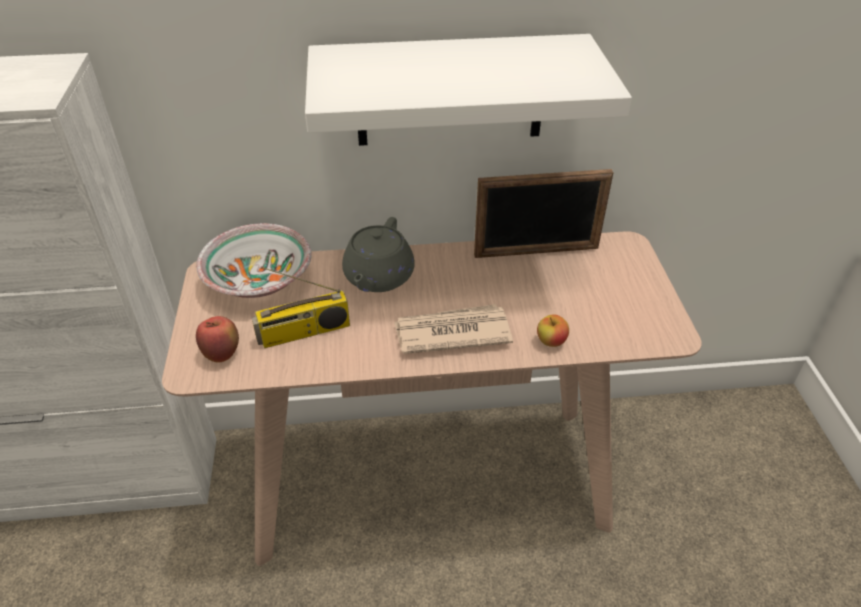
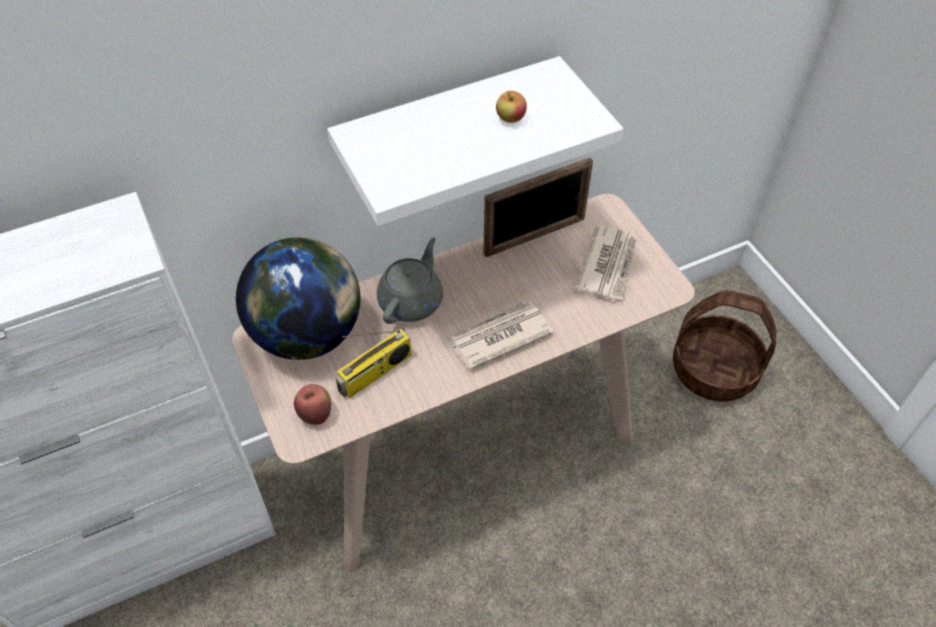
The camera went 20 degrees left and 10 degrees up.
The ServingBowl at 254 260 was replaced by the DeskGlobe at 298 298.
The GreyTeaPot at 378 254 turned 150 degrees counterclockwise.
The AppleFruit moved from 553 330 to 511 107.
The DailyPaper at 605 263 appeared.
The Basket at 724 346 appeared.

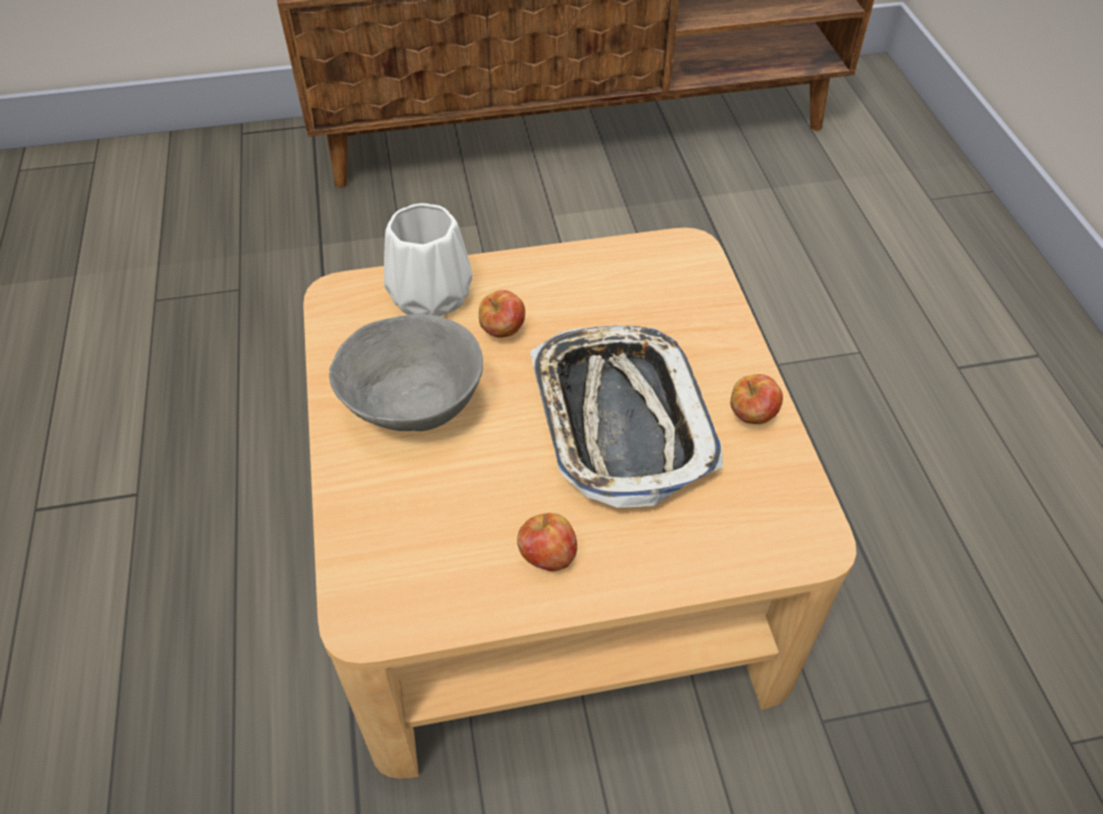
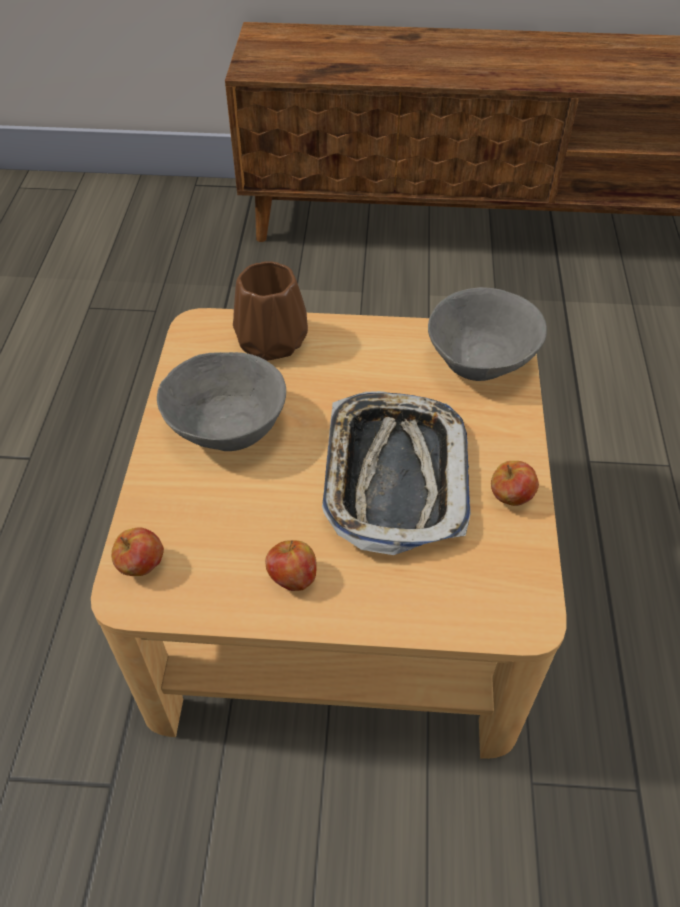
The camera went 15 degrees right and 0 degrees up.
The WhiteFlowerVase at 428 259 became the BrownColouredFlowerVase at 270 311.
The AppleFruit moved from 502 314 to 137 551.
The GreyServingBowl at 487 334 appeared.

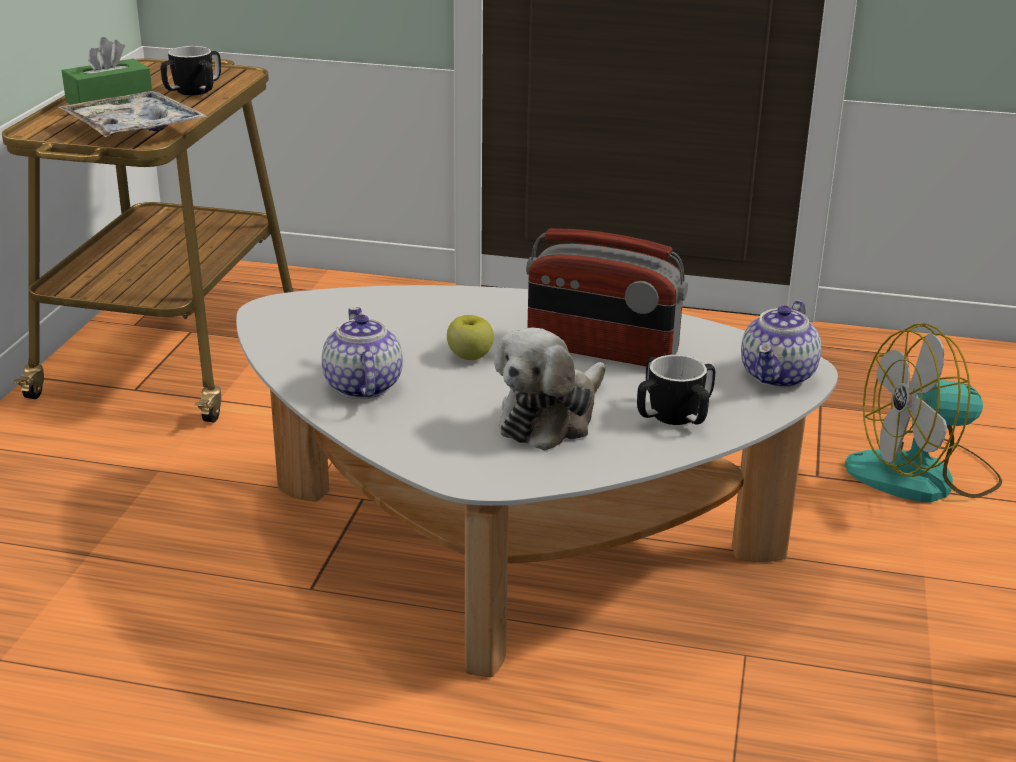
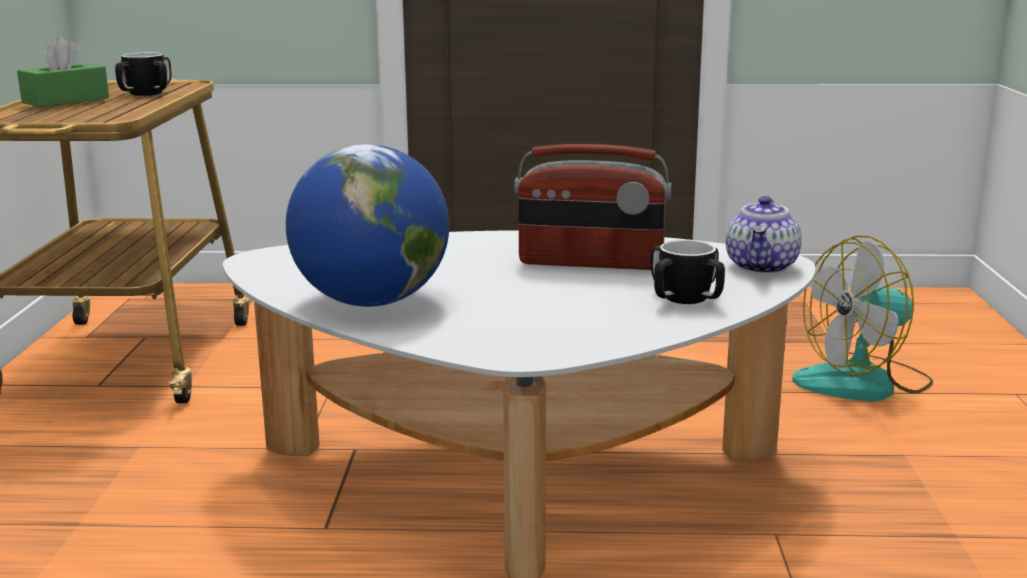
The camera went 10 degrees left and 10 degrees down.
The CarryingTray at 132 114 disappeared.
The TeaPot at 362 353 was replaced by the DeskGlobe at 367 225.
The AppleFruit at 470 337 disappeared.
The SoftToy at 550 389 disappeared.

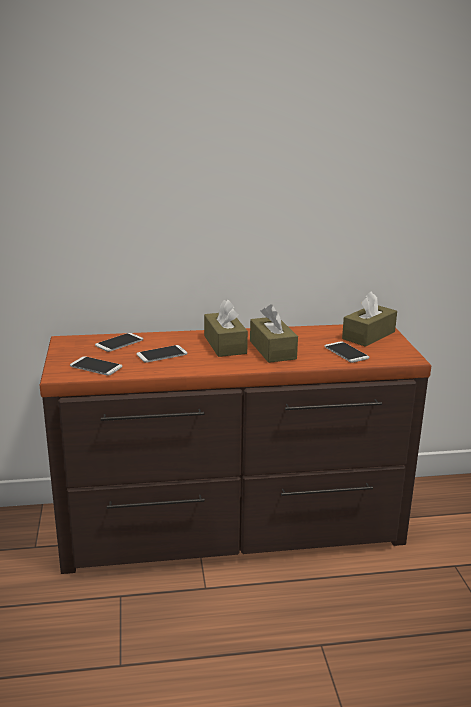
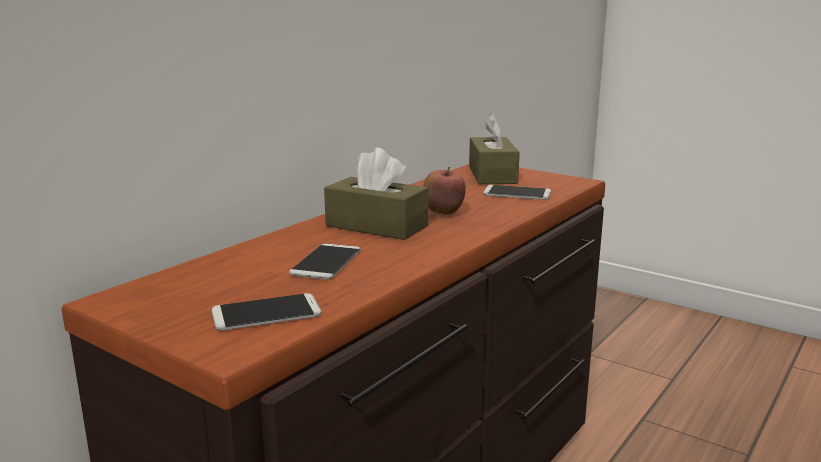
The camera went 45 degrees left and 5 degrees down.
The Phone at 119 342 disappeared.
The BrownColouredTissueHolder at 274 333 was replaced by the AppleFruit at 444 191.

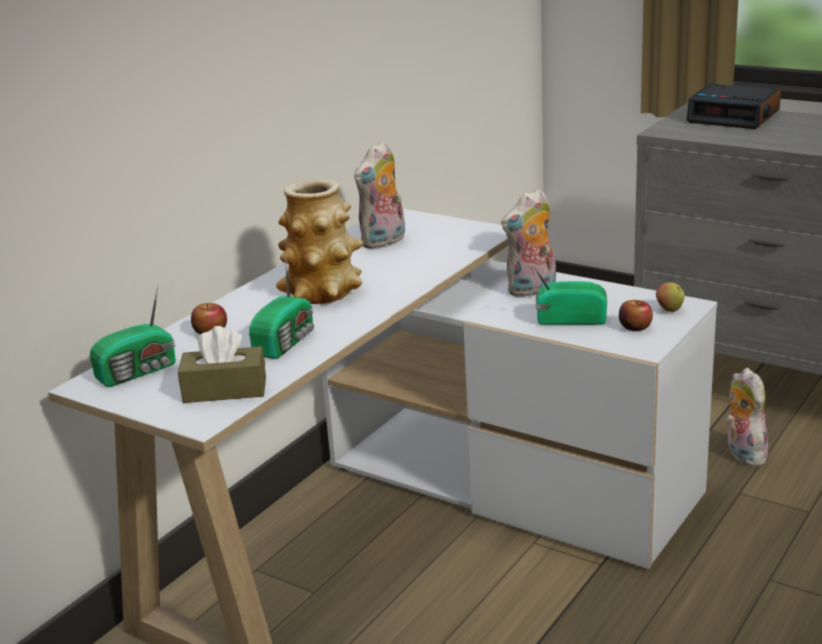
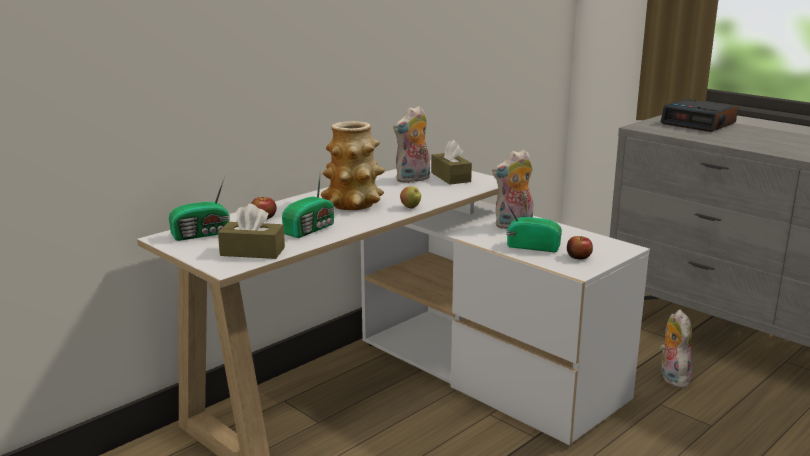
The camera went 10 degrees right and 5 degrees down.
The AppleFruit moved from 670 297 to 410 197.
The BrownColouredTissueHolder at 451 162 appeared.

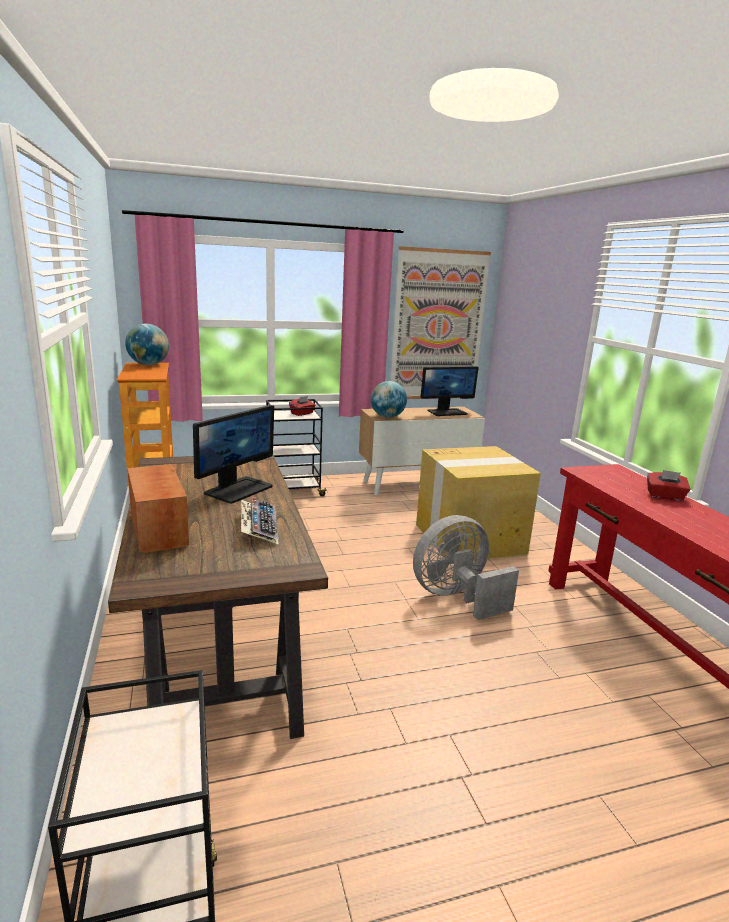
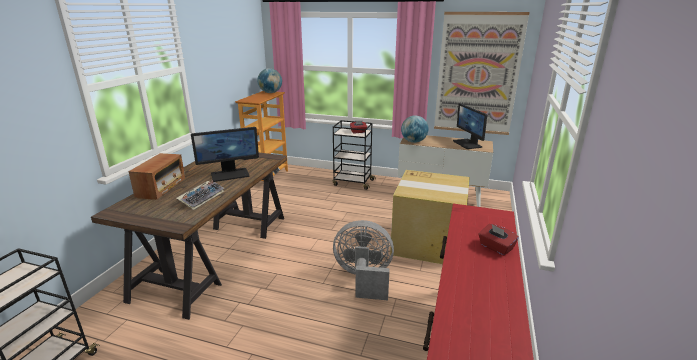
The camera went 35 degrees right and 5 degrees up.
The Monitor at 450 391 turned 60 degrees clockwise.

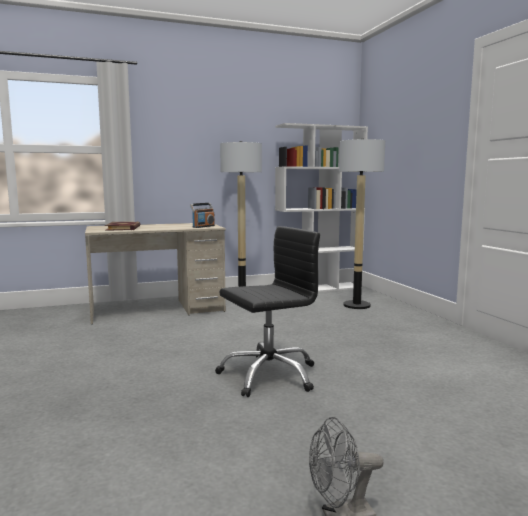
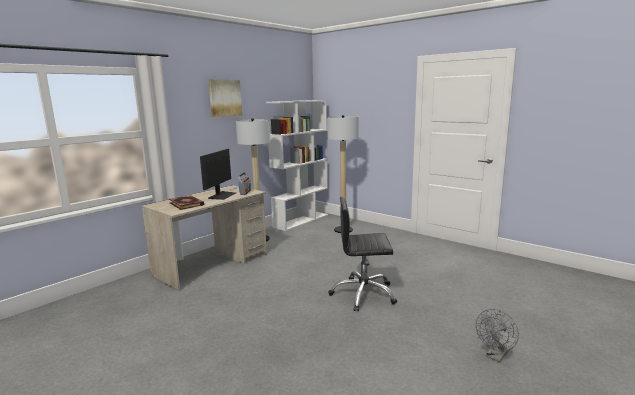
The camera went 30 degrees left and 5 degrees up.
The BlackColouredDeskChair at 267 311 turned 120 degrees counterclockwise.
The Monitor at 218 174 appeared.
The Picture at 225 98 appeared.

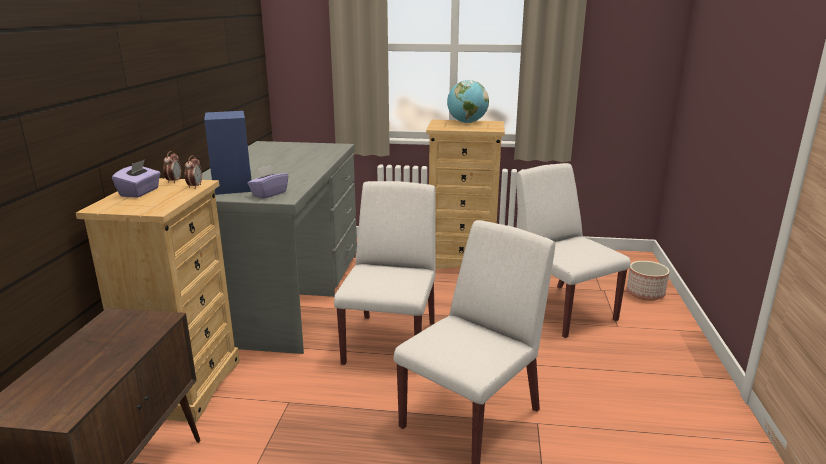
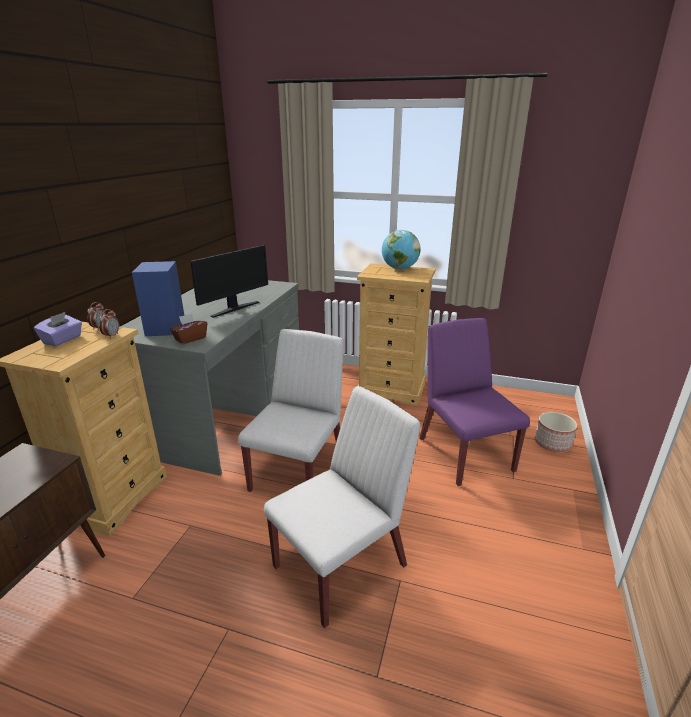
The camera went 10 degrees right and 5 degrees up.
The PurpleTissueHolder at 268 182 became the BrownColouredTissueHolder at 188 329.
The WhiteUprightChair at 573 250 became the PurpleUprightChair at 474 402.
The Monitor at 229 281 appeared.

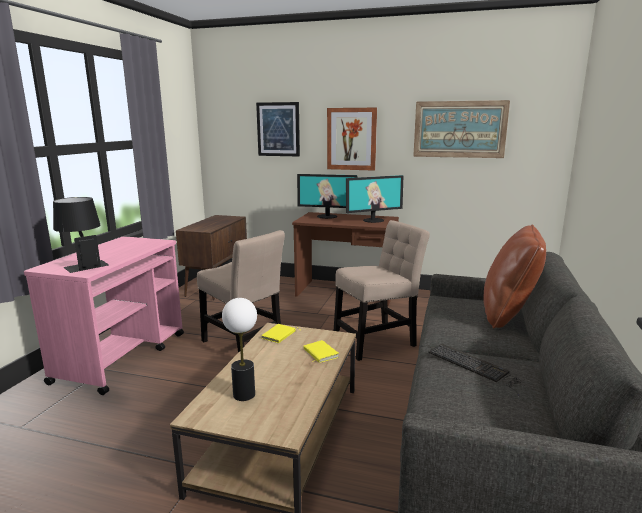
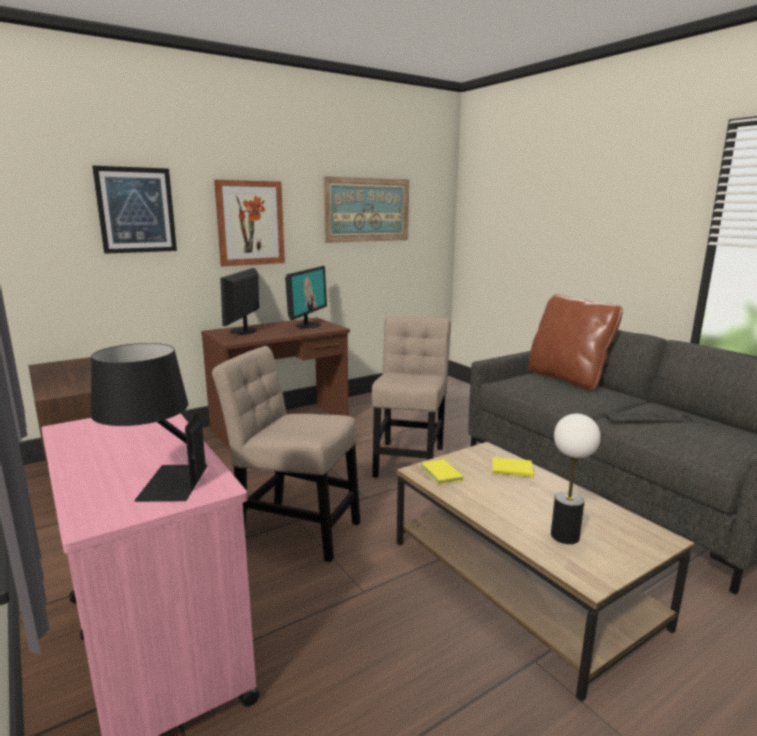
The camera went 50 degrees left and 0 degrees up.
The BeigeUprightChair at 241 291 turned 150 degrees counterclockwise.
The Monitor at 327 196 turned 135 degrees clockwise.

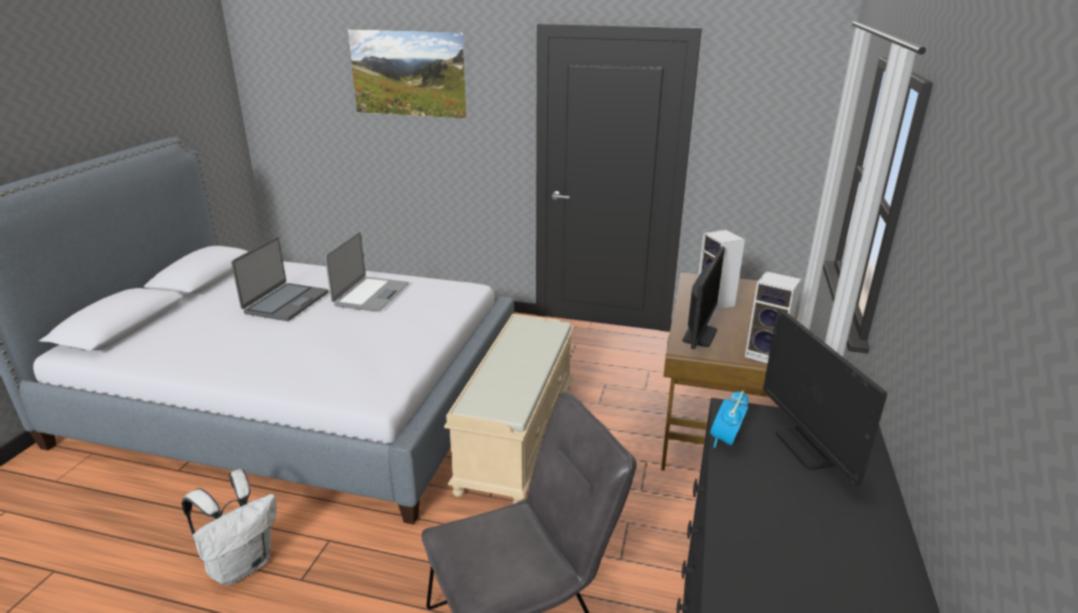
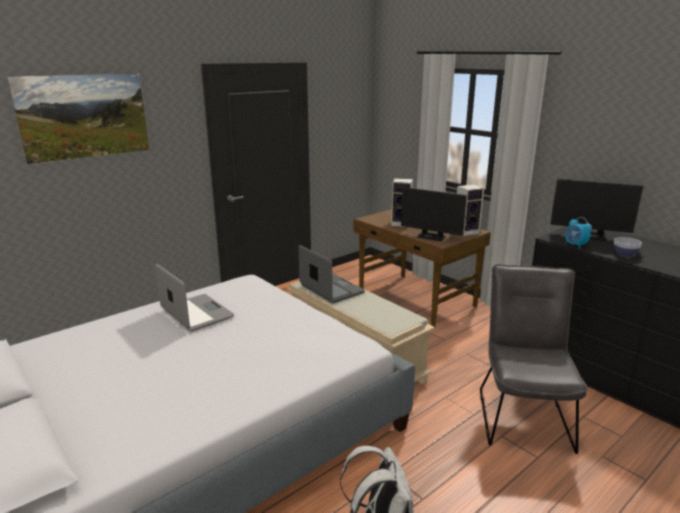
The camera went 55 degrees left and 5 degrees down.
The PortableComputer moved from 279 279 to 331 274.
The Monitor at 703 297 turned 150 degrees clockwise.
The ServingBowl at 628 247 appeared.

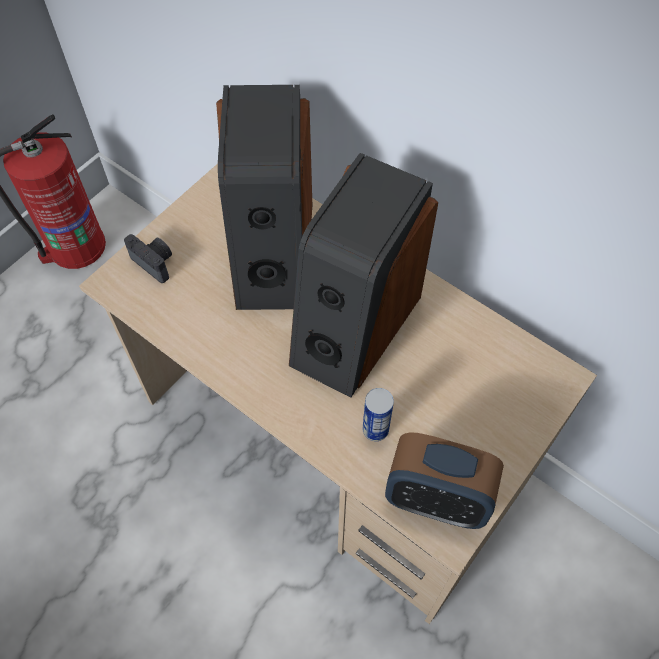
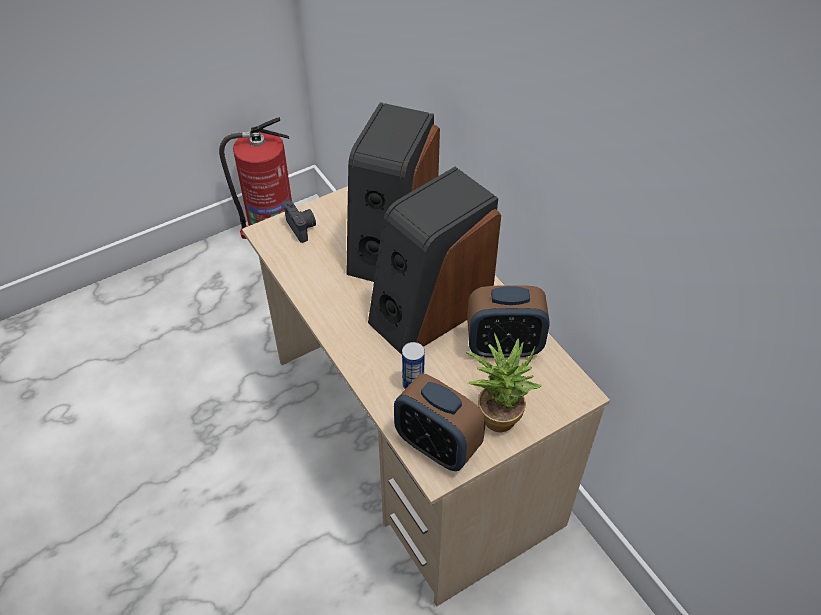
The camera went 20 degrees right and 10 degrees down.
The PlantInAPot at 504 382 appeared.
The AlarmClock at 508 321 appeared.

